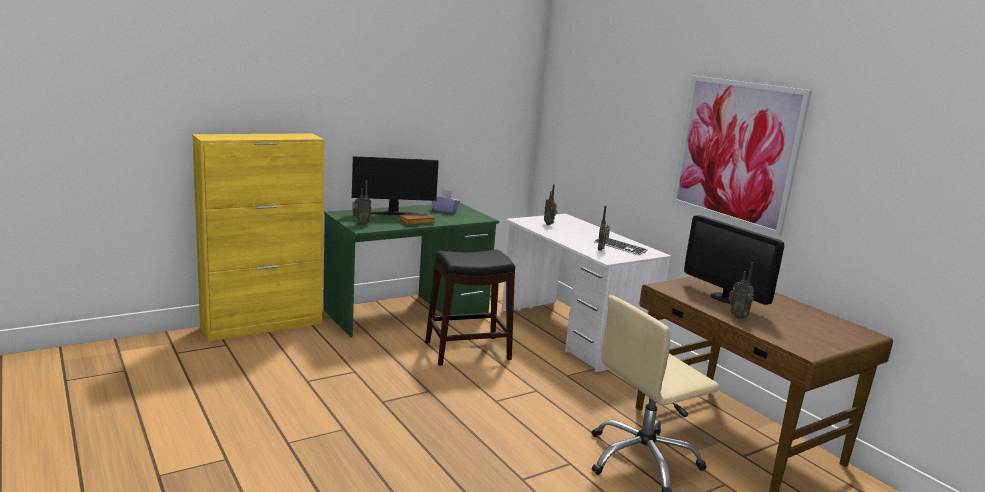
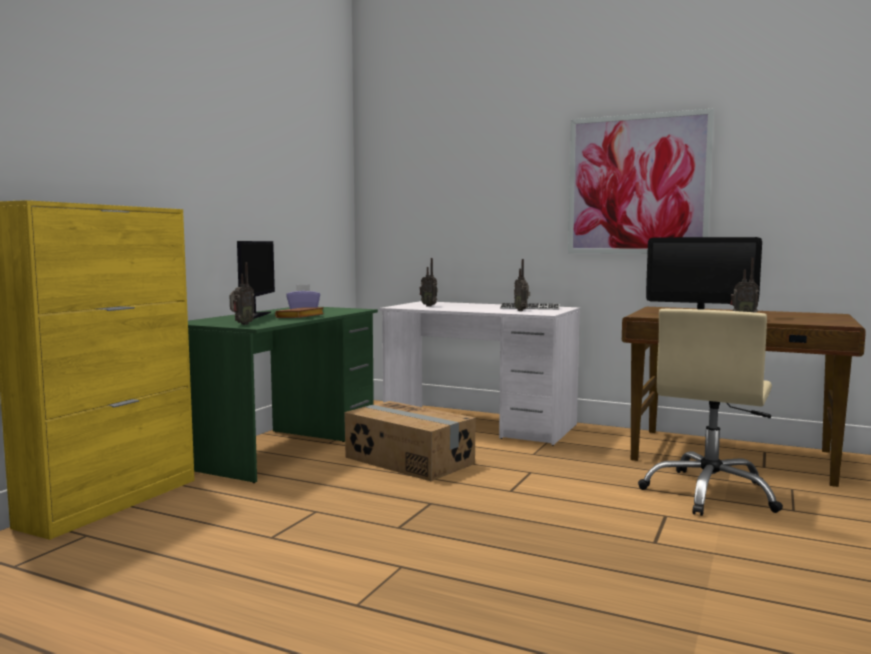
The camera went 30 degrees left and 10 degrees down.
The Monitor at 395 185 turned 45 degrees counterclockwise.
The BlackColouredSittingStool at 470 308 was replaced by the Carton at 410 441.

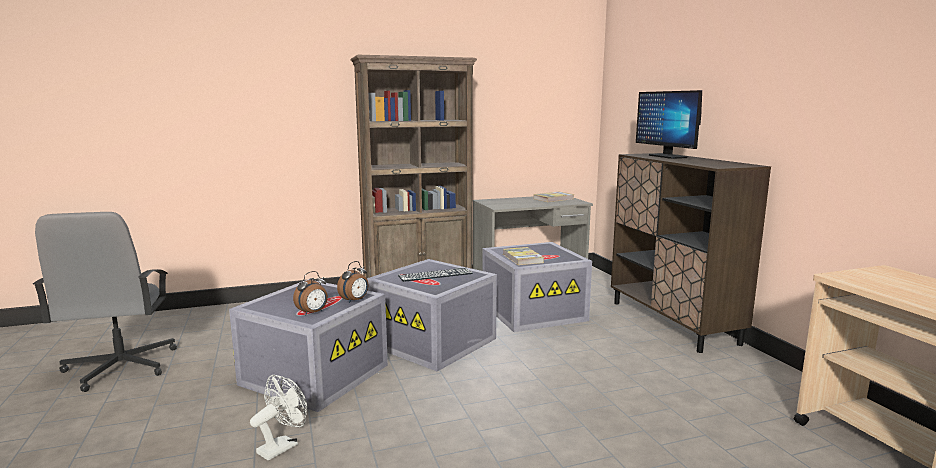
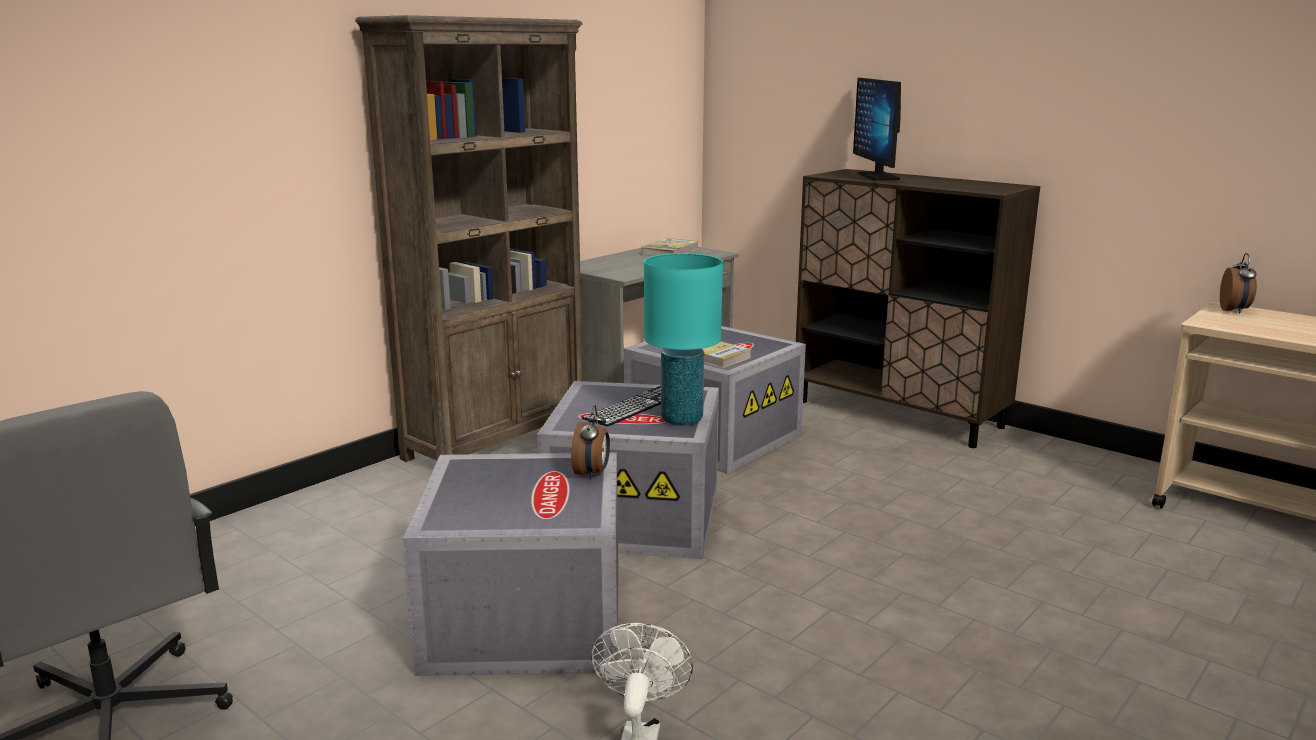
The camera went 30 degrees left and 5 degrees up.
The AlarmClock moved from 310 293 to 1238 283.
The Monitor at 669 124 turned 45 degrees clockwise.
The BlueGreenTabletopLamp at 683 339 appeared.

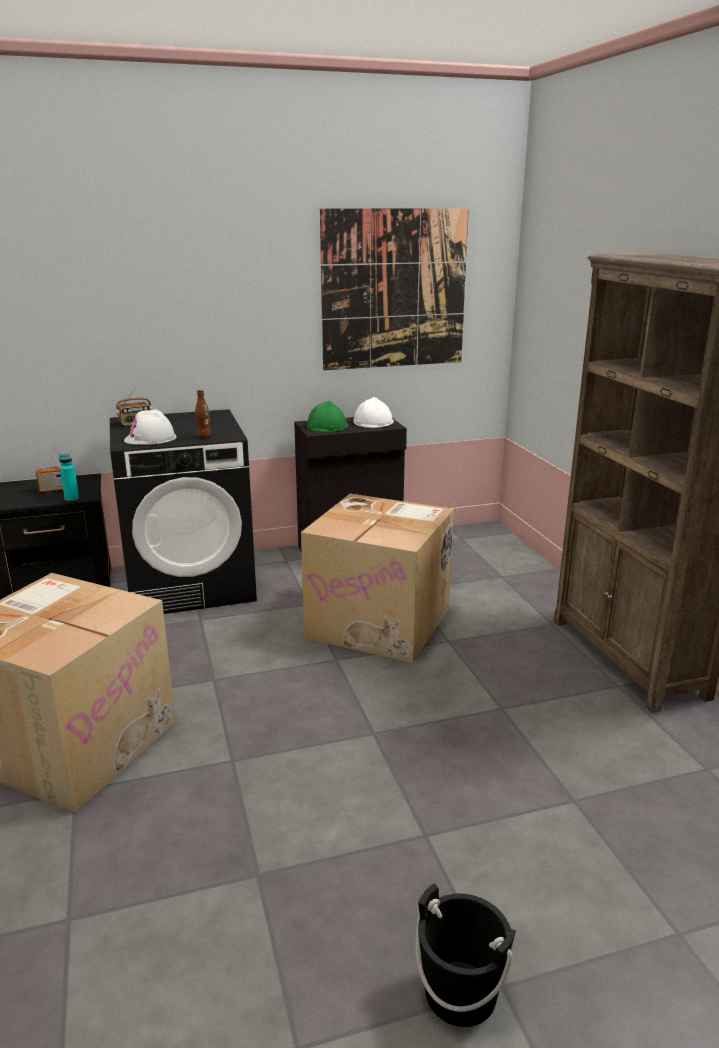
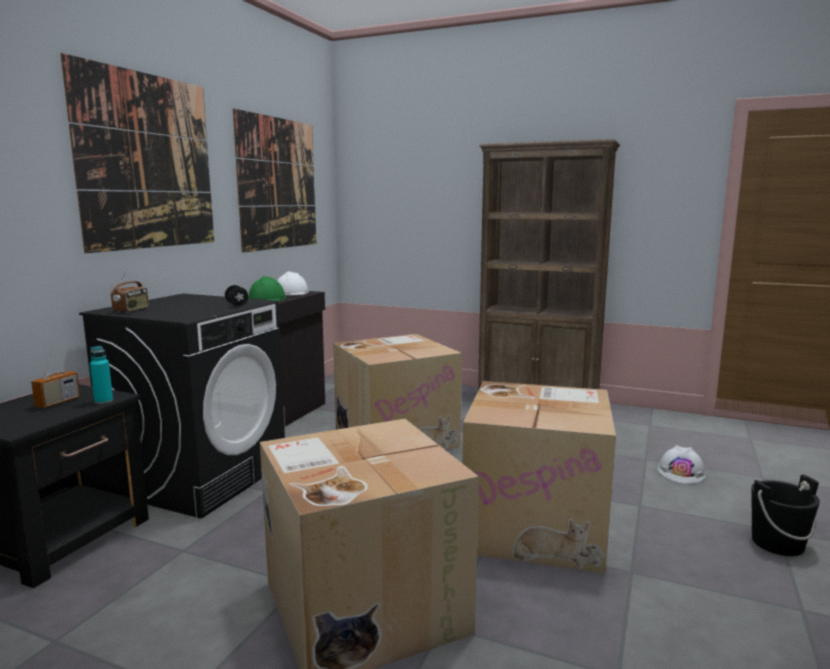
The camera went 50 degrees left and 10 degrees down.
The WhiteHardHat moved from 150 427 to 682 464.
The BrownColouredBeverageBottle at 203 413 was replaced by the BlackColouredFreeWeight at 236 295.
The Picture at 137 153 appeared.
The Carton at 539 477 appeared.

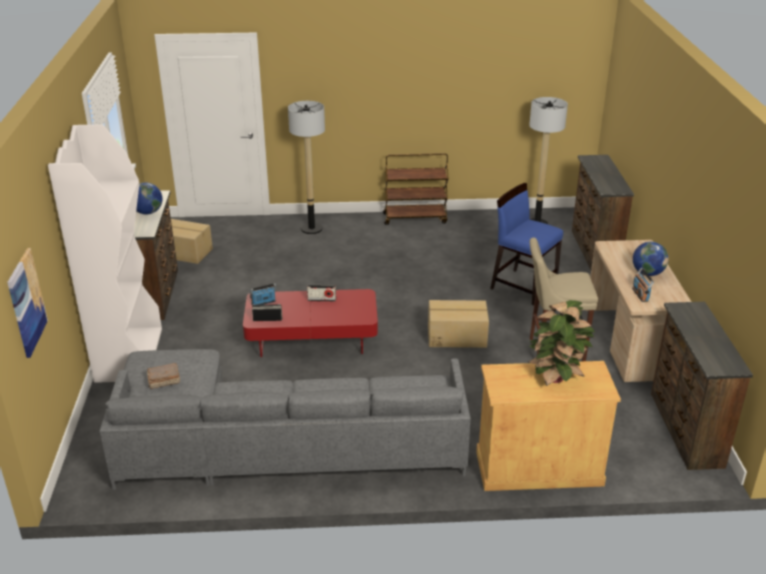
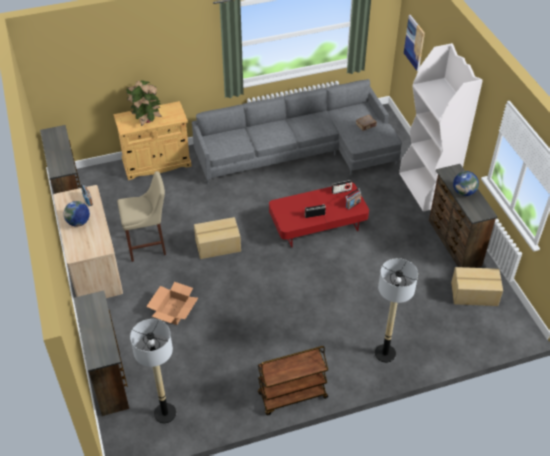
The camera went 165 degrees right and 15 degrees up.
The BluishUprightChair at 526 244 was replaced by the Carton at 172 303.

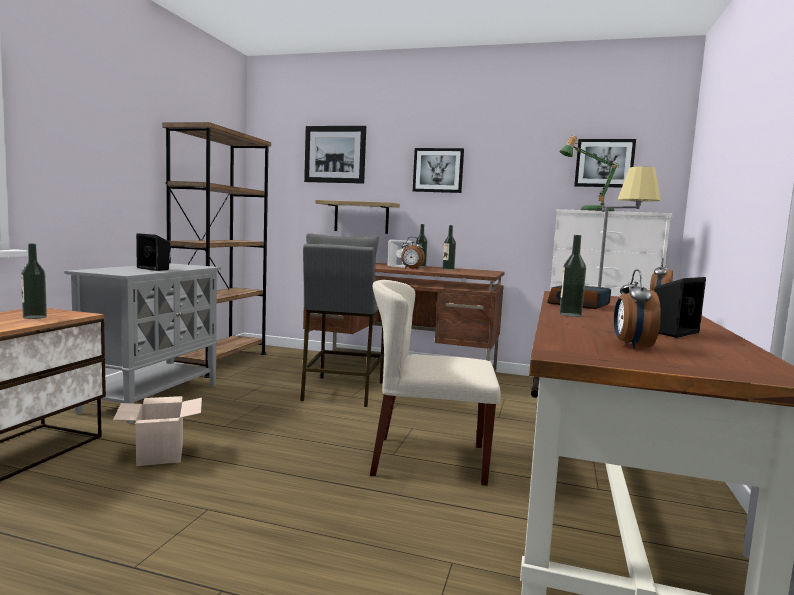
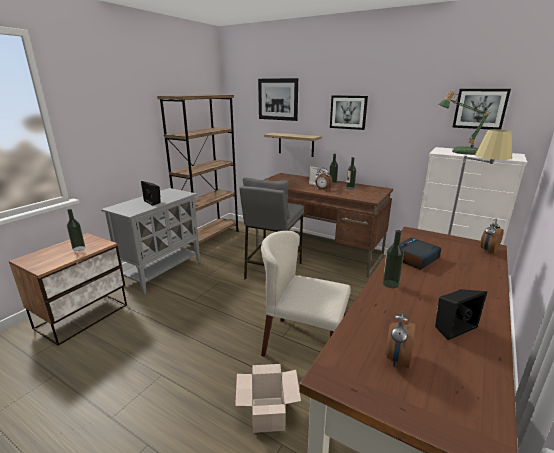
The camera went 15 degrees right and 15 degrees up.
The Carton moved from 157 431 to 268 398.

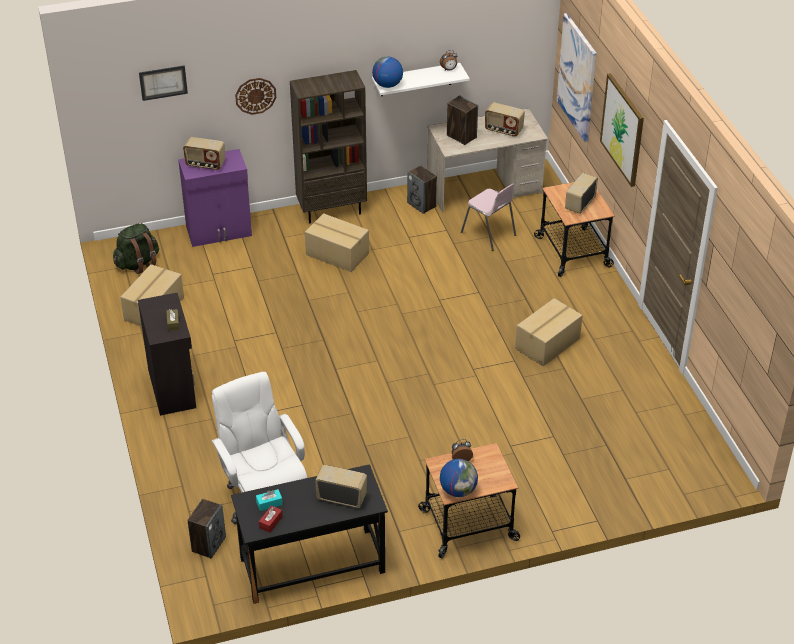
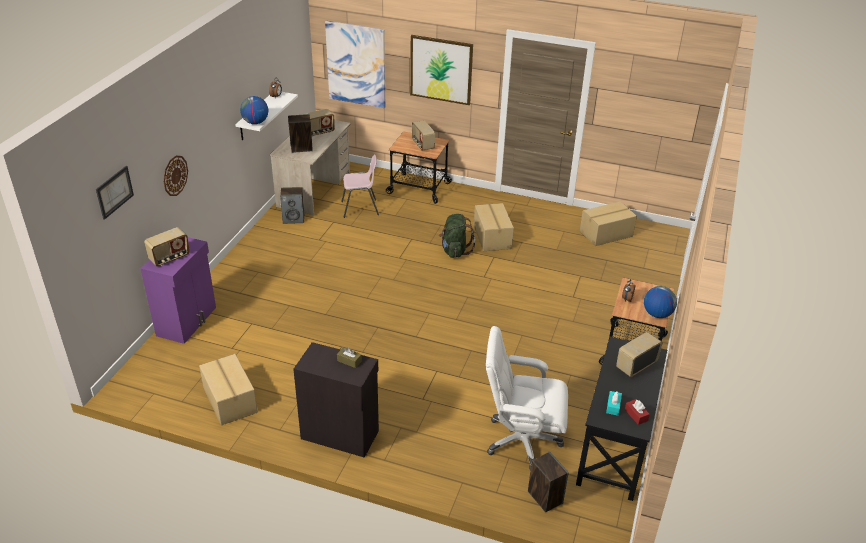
The camera went 55 degrees left and 5 degrees down.
The GreenishKnapsack moved from 136 248 to 457 236.
The BrownColouredBookcase at 328 147 disappeared.
The Carton moved from 337 242 to 608 224.

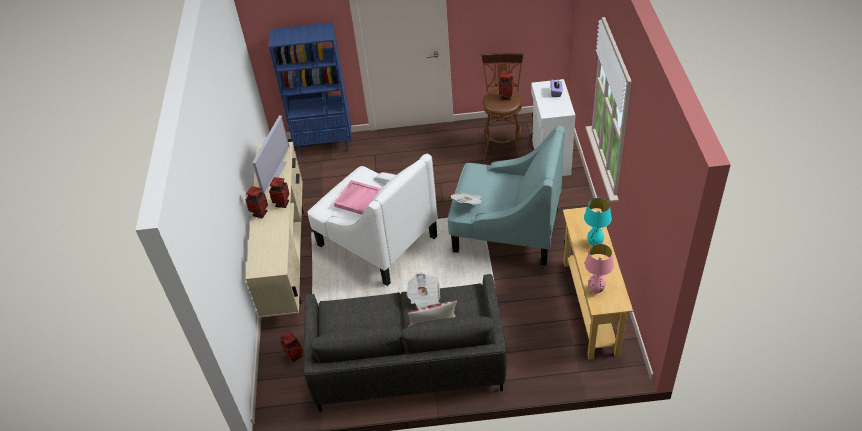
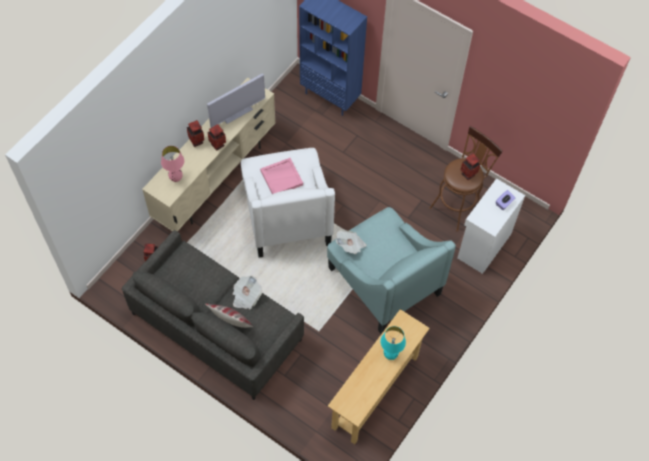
The camera went 35 degrees right and 15 degrees up.
The PinkColouredTabletopLamp moved from 599 268 to 172 164.

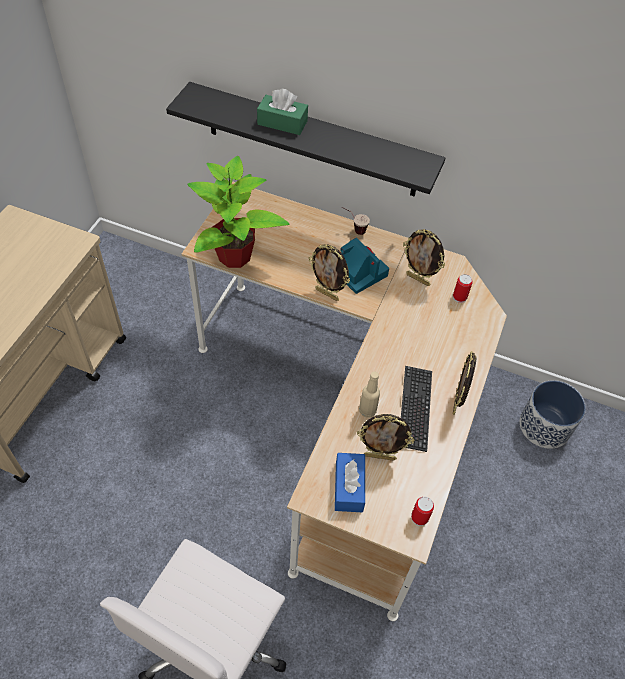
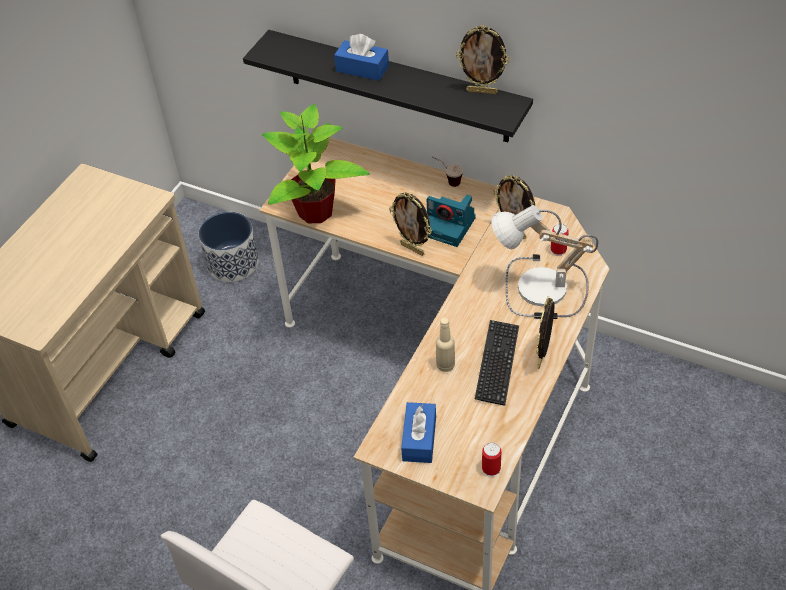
The camera went 10 degrees right and 5 degrees down.
The GreenishTissueHolder at 282 112 became the BluishTissueHolder at 361 57.
The PhotoCamera at 364 266 turned 150 degrees clockwise.
The PhotoFrame moved from 385 437 to 483 59.
The PlantPot moved from 553 414 to 229 247.
The TabletopLamp at 544 262 appeared.

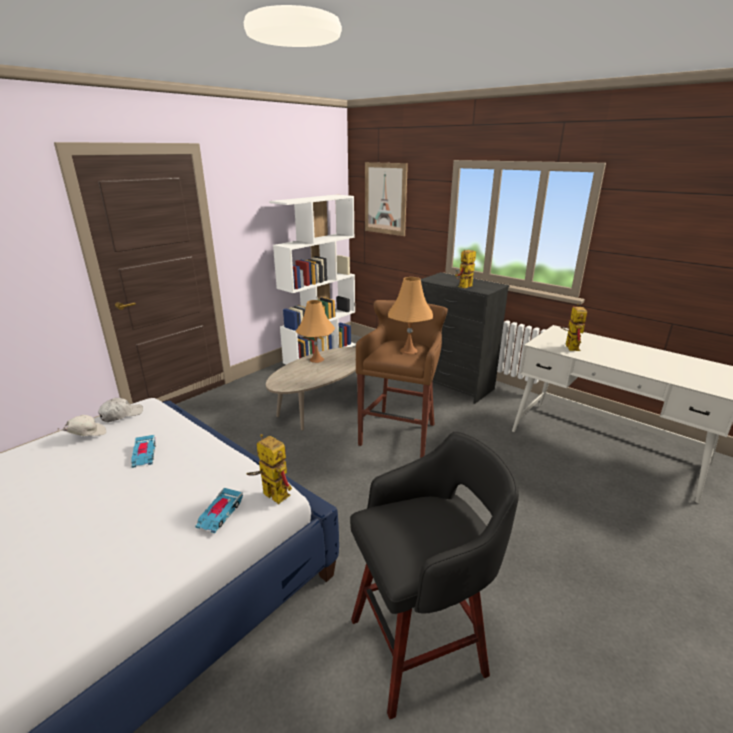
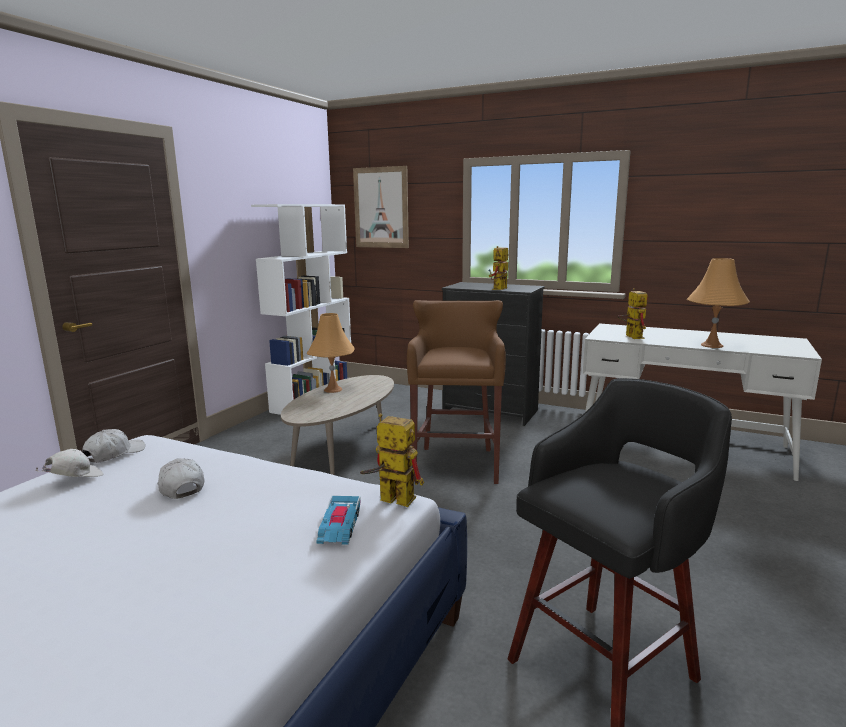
The camera went 15 degrees left and 10 degrees down.
The ModelCar at 143 451 was replaced by the WhiteCap at 181 479.
The OrangeColouredTabletopLamp moved from 410 315 to 718 303.

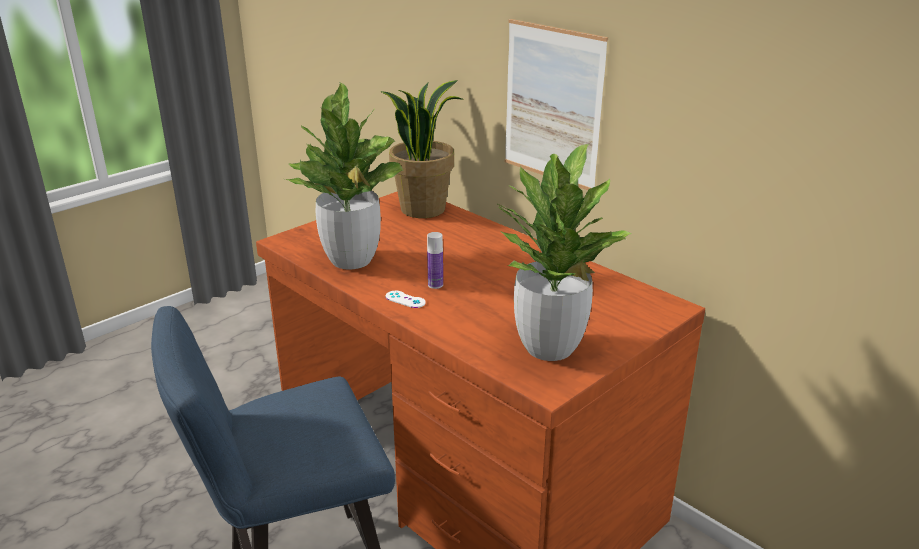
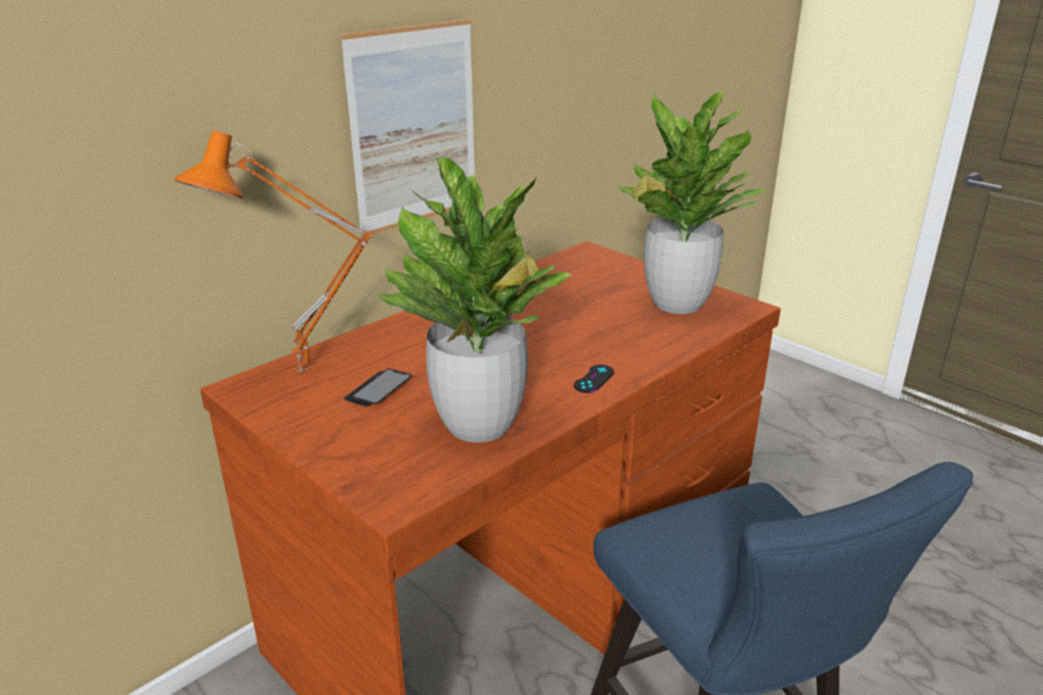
The camera went 90 degrees left and 0 degrees up.
The PlantInAPot at 422 149 was replaced by the OrangeColouredTabletopLamp at 273 251.
The WhiteGameController at 406 299 became the BlackColouredGameController at 594 379.
The BeverageBottle at 435 260 disappeared.
The Phone at 378 387 appeared.

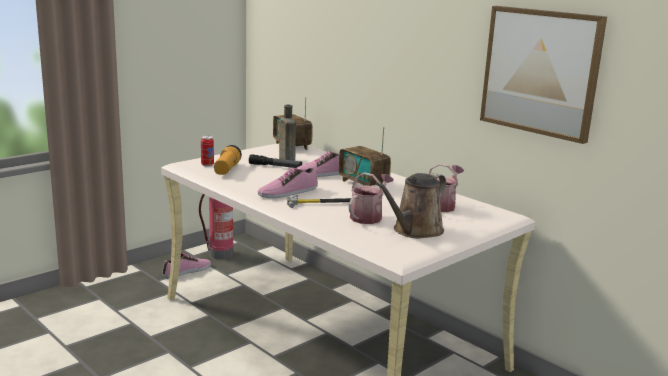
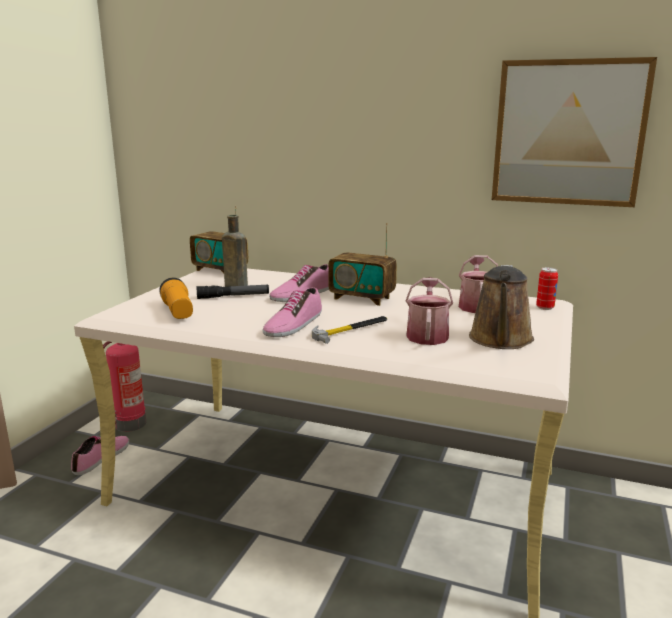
The camera went 25 degrees left and 0 degrees up.
The SealedCan moved from 207 151 to 547 288.

